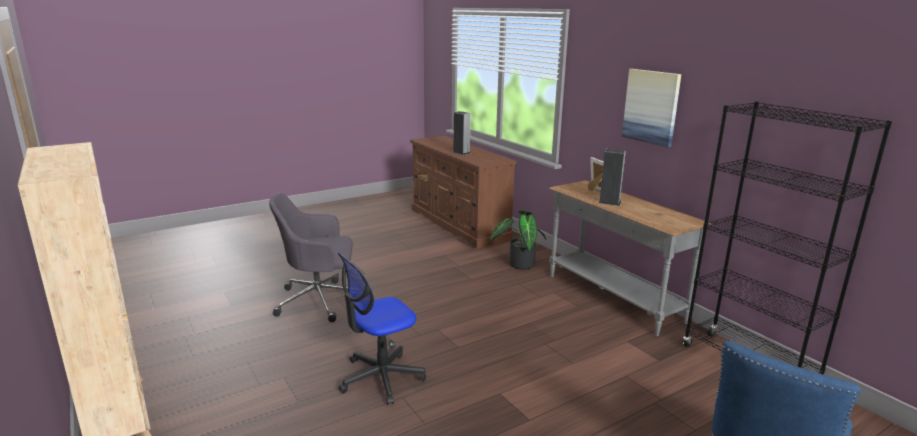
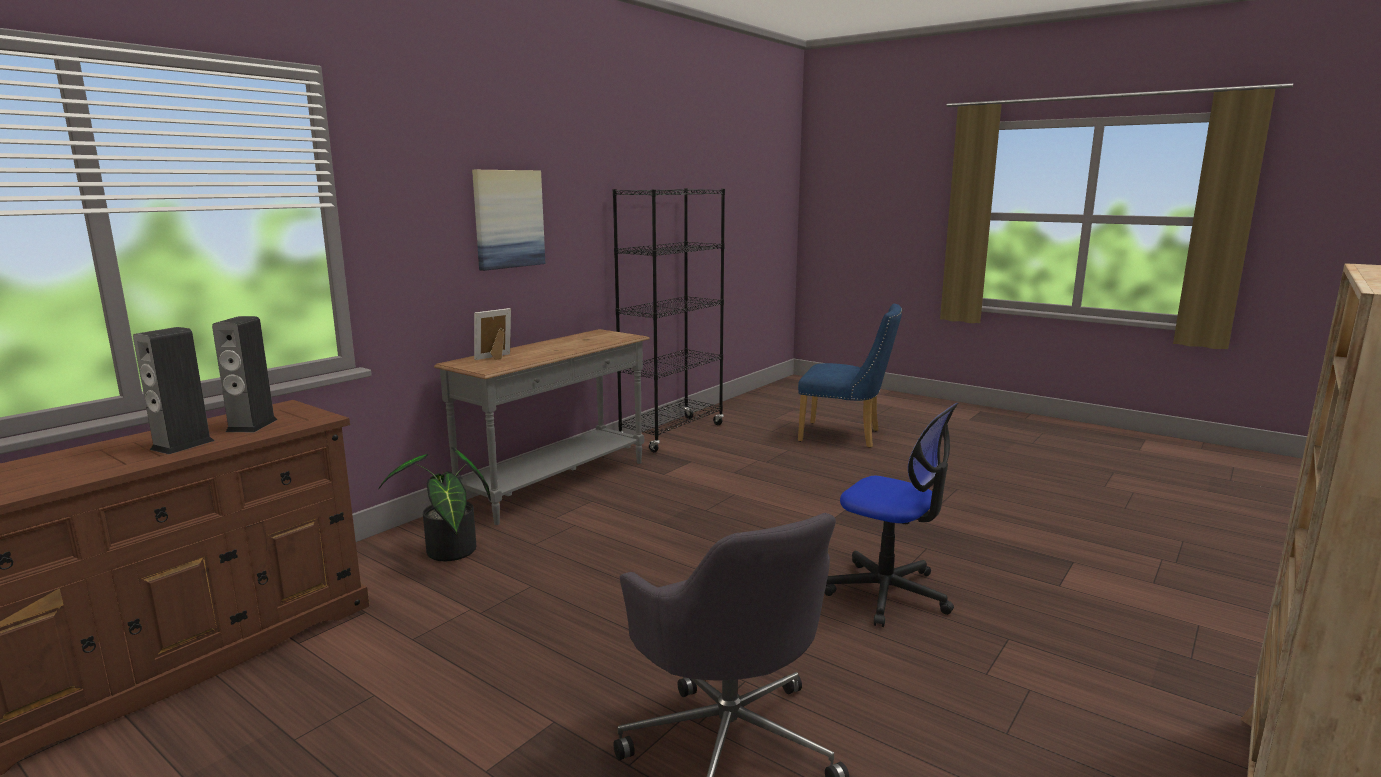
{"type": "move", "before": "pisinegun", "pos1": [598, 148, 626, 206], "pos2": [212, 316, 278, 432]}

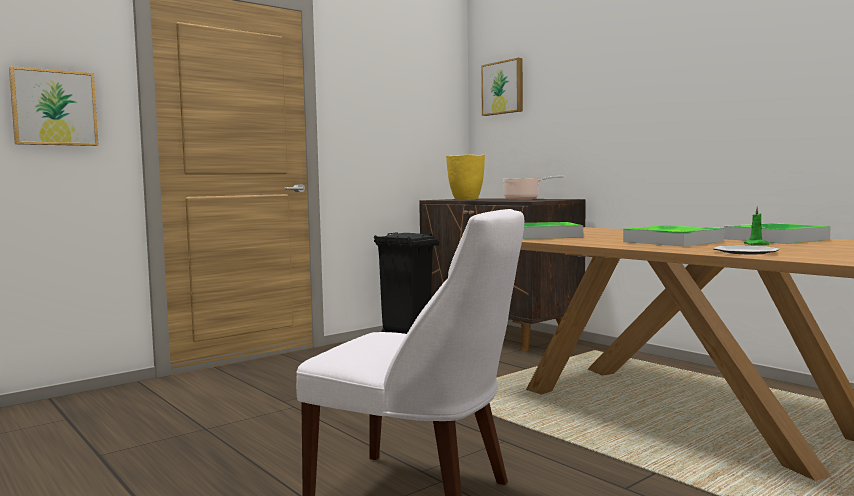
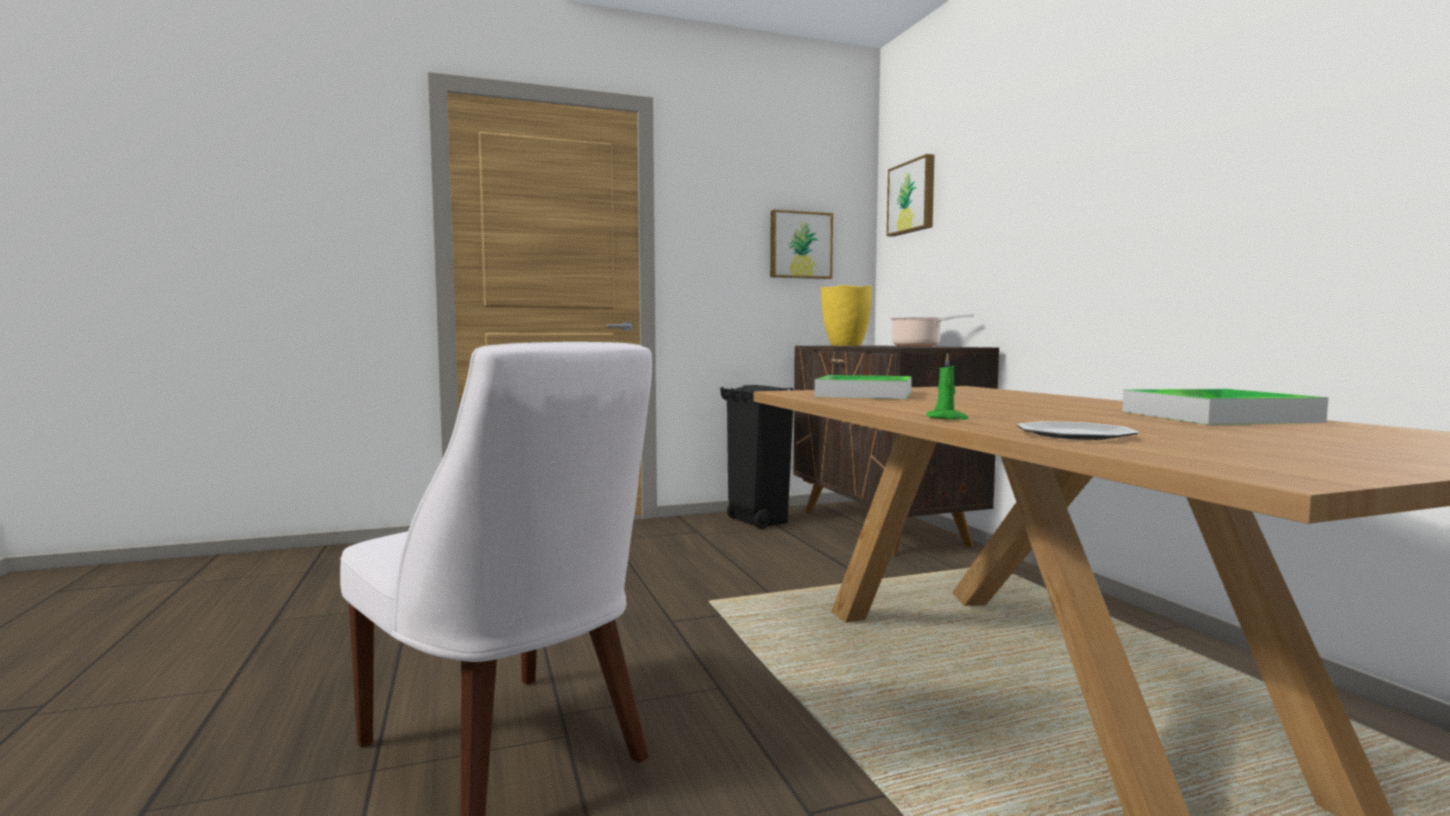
{"type": "move", "before": "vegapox", "pos1": [9, 66, 98, 146], "pos2": [770, 210, 833, 279]}
{"type": "move", "before": "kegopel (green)", "pos1": [744, 206, 769, 245], "pos2": [927, 354, 969, 420]}
{"type": "delete", "before": "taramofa", "pos1": [623, 225, 724, 246]}

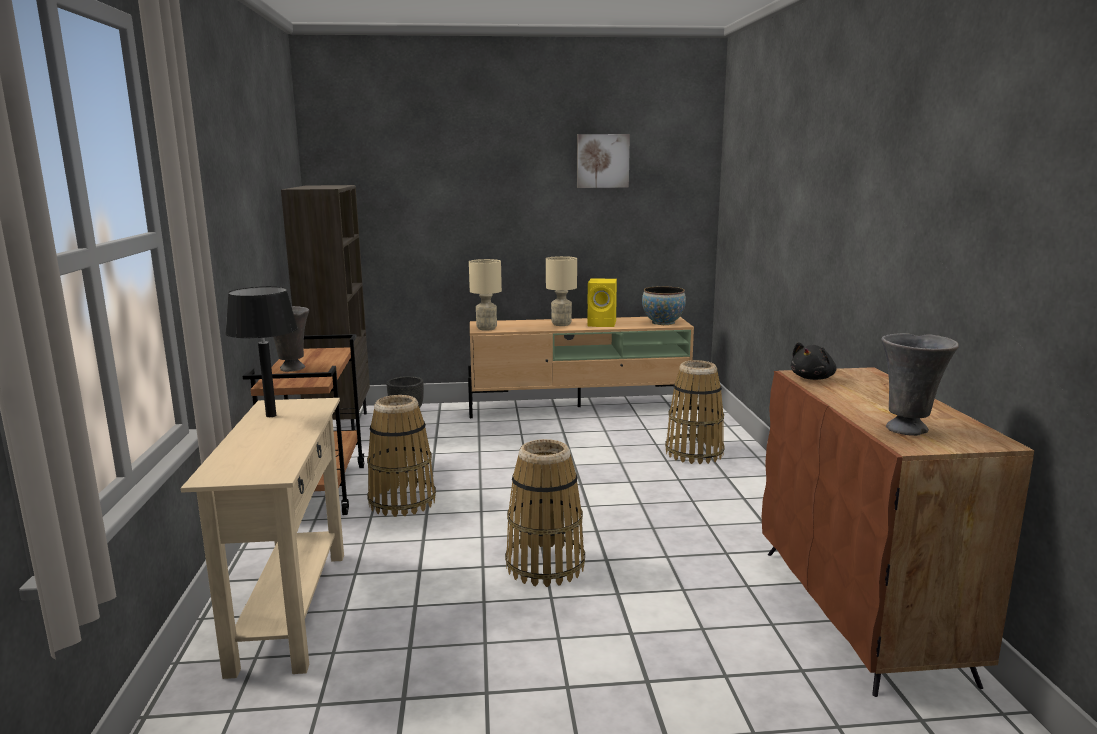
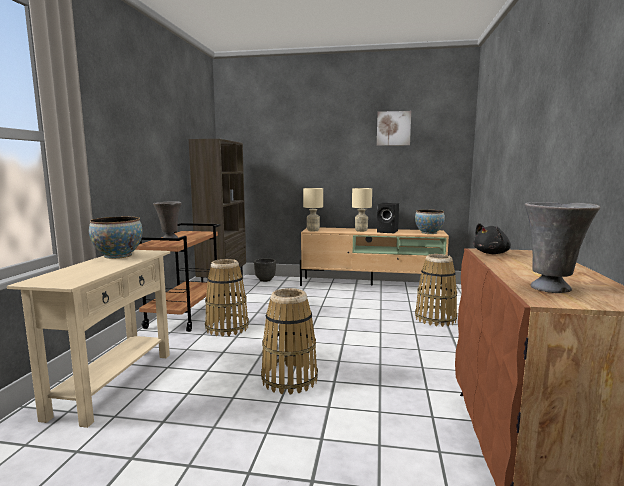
{"type": "replace", "before": "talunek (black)", "after": "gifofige", "pos1": [225, 286, 298, 417], "pos2": [89, 217, 142, 259]}
{"type": "recolor", "before": "pisinegun (yellow)", "after": "pisinegun (black)", "pos1": [587, 278, 617, 327], "pos2": [377, 203, 399, 233]}

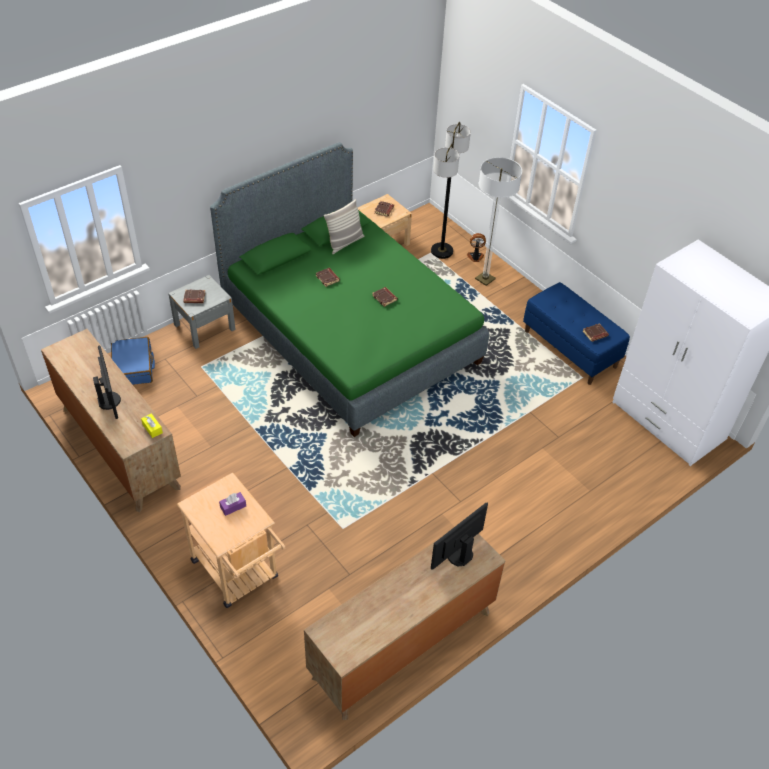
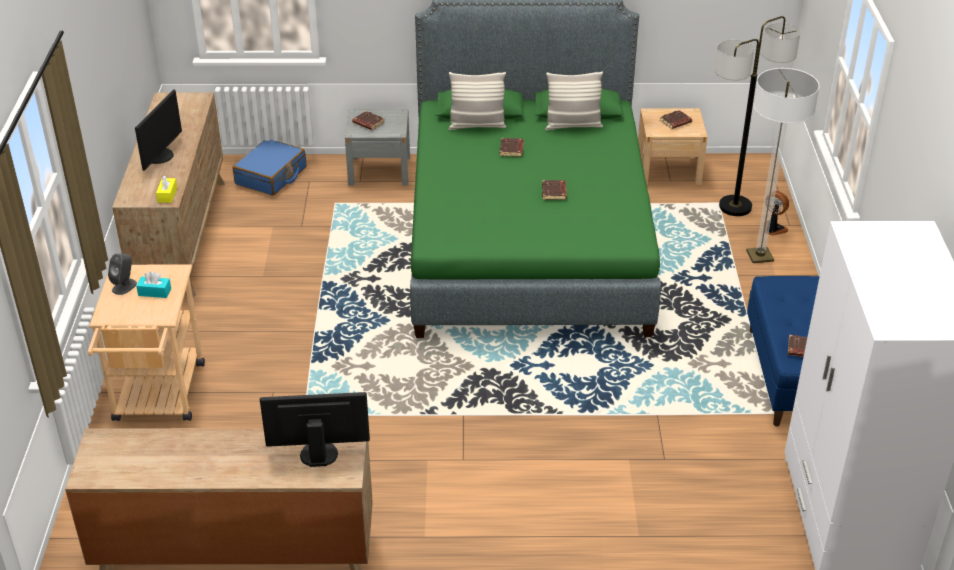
{"type": "insert", "after": "pisinegun (grey)", "pos2": [108, 254, 137, 295]}
{"type": "recolor", "before": "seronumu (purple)", "after": "seronumu (turquoise)", "pos1": [219, 492, 246, 516], "pos2": [136, 271, 171, 298]}
{"type": "insert", "after": "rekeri", "pos2": [448, 72, 507, 130]}

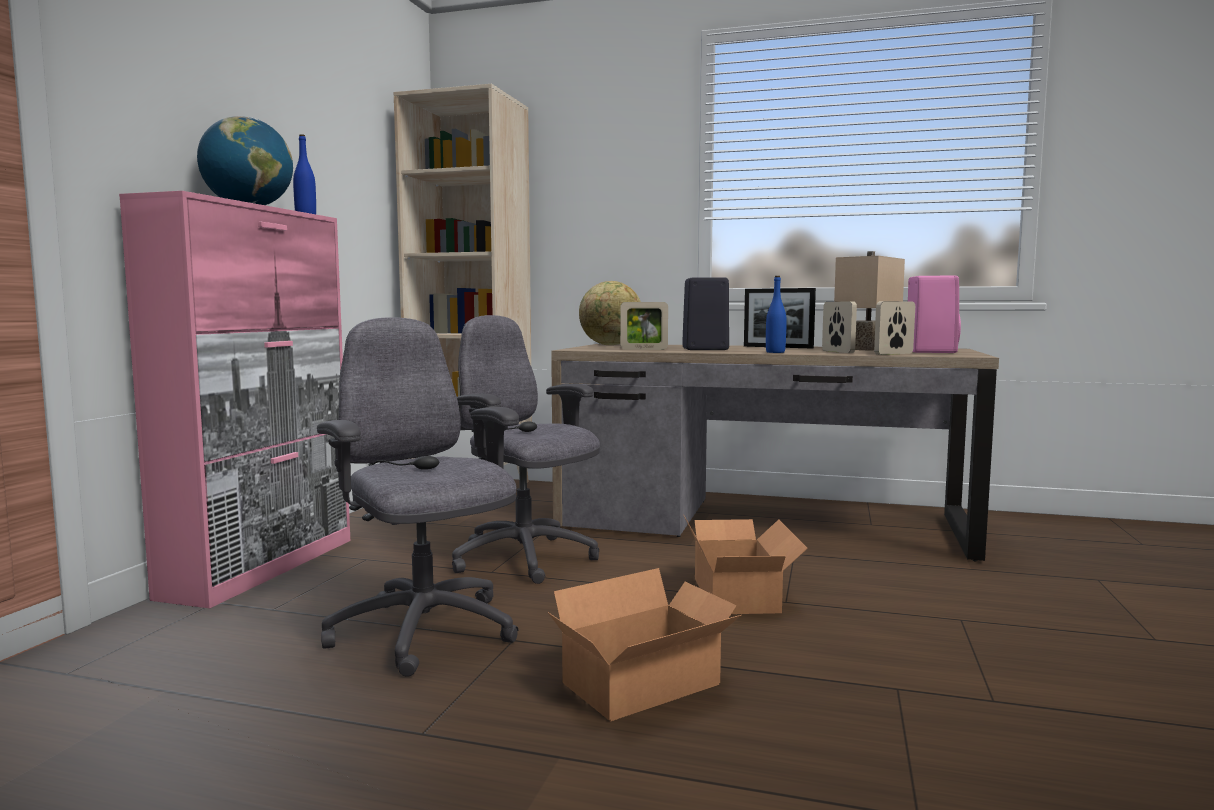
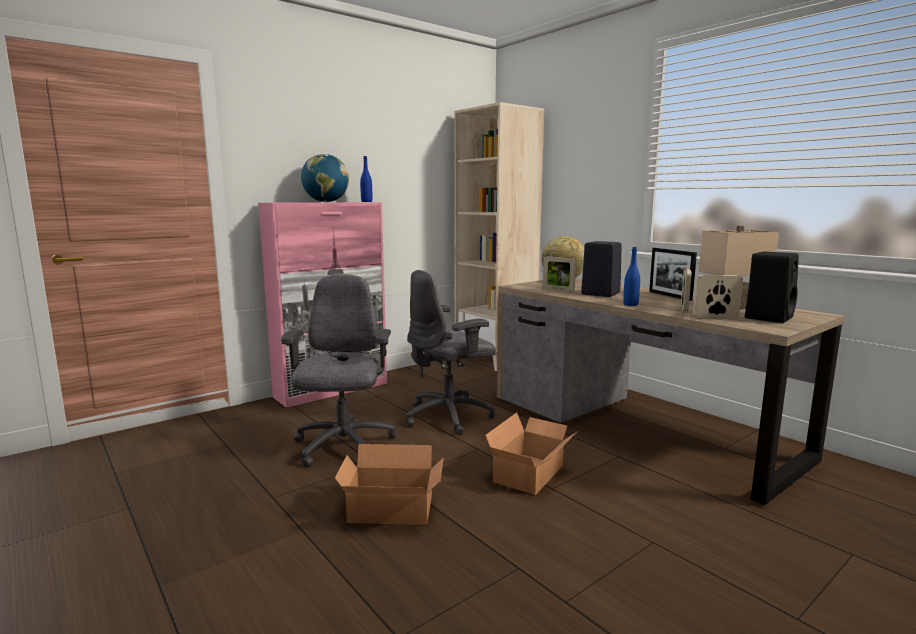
{"type": "rotate", "before": "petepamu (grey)", "pos1": [452, 315, 600, 584], "pos2": [406, 270, 496, 435], "turn": -105}
{"type": "recolor", "before": "pisinegun (pink)", "after": "pisinegun (black)", "pos1": [908, 276, 961, 353], "pos2": [745, 251, 799, 323]}

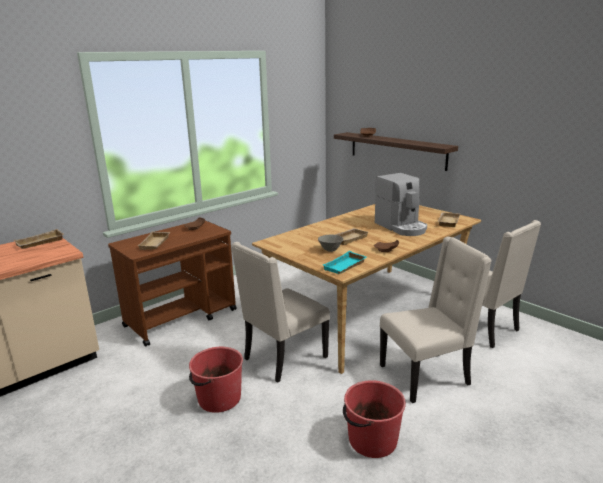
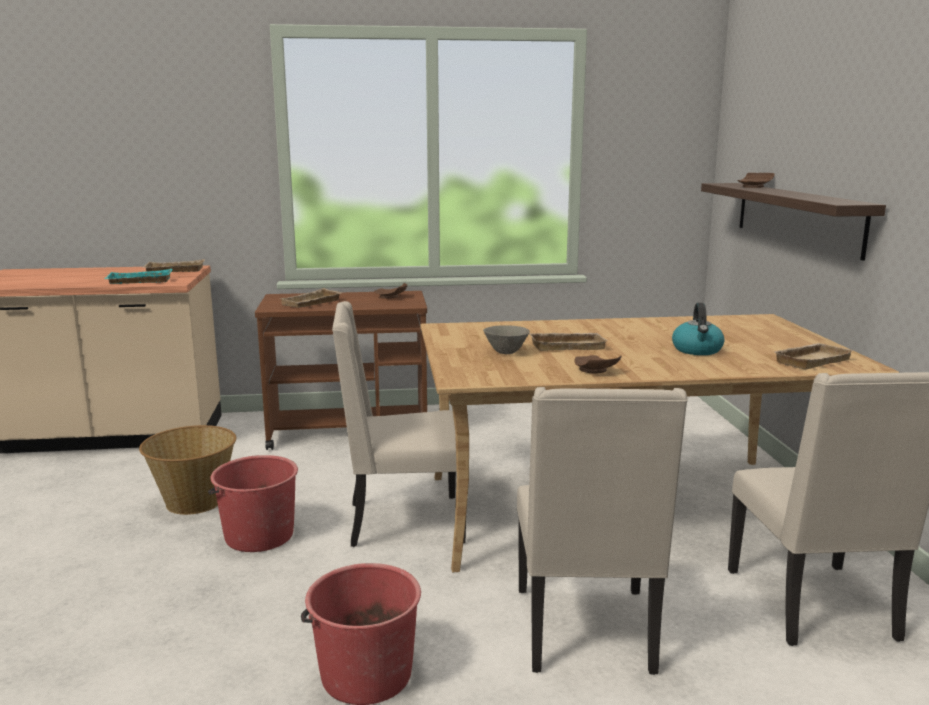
{"type": "move", "before": "taramofa (turquoise)", "pos1": [322, 251, 367, 274], "pos2": [104, 269, 173, 284]}
{"type": "insert", "after": "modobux", "pos2": [139, 425, 236, 515]}
{"type": "rotate", "before": "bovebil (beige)", "pos1": [380, 237, 492, 403], "pos2": [517, 387, 688, 675], "turn": 75}
{"type": "replace", "before": "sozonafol", "after": "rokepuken", "pos1": [375, 173, 427, 236], "pos2": [672, 303, 724, 355]}

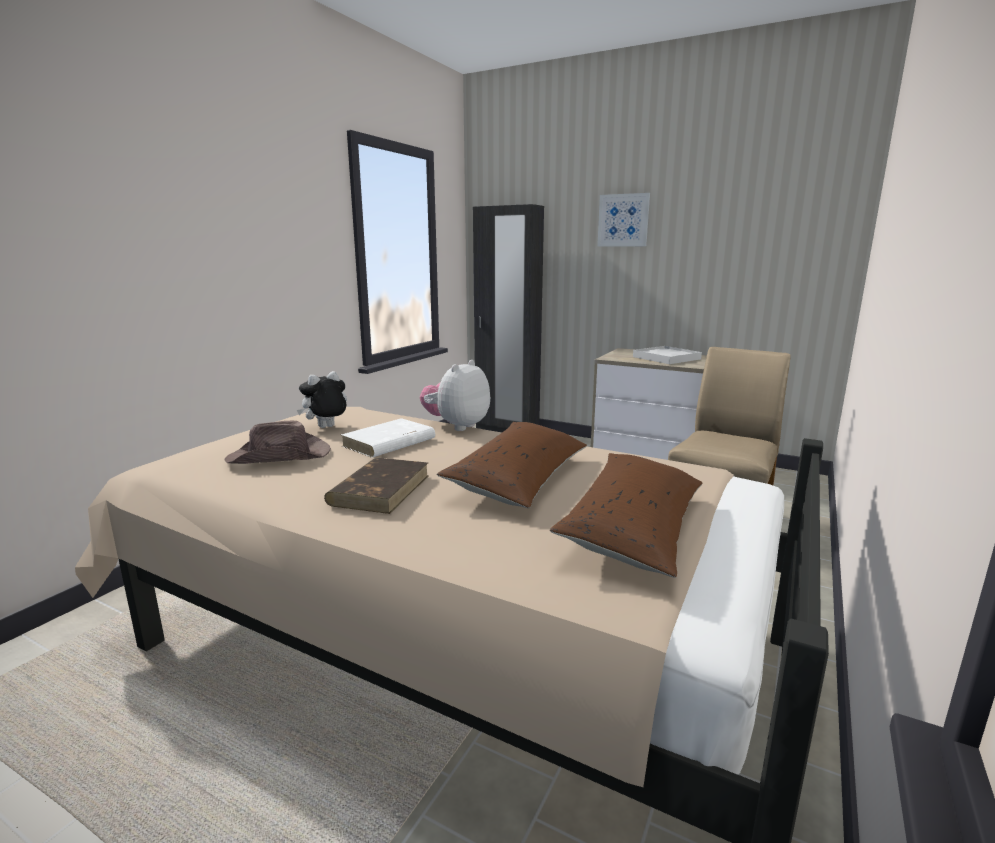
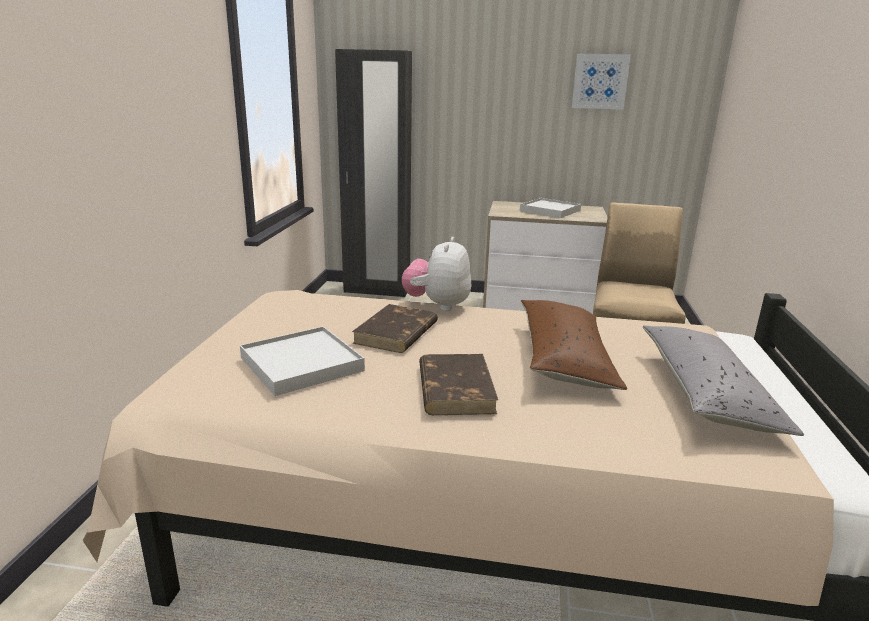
{"type": "replace", "before": "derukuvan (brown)", "after": "taramofa (white)", "pos1": [225, 421, 331, 464], "pos2": [240, 326, 365, 396]}
{"type": "recolor", "before": "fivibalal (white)", "after": "fivibalal (brown)", "pos1": [341, 418, 435, 458], "pos2": [352, 304, 438, 353]}
{"type": "move", "before": "vegapox", "pos1": [597, 193, 650, 247], "pos2": [572, 53, 631, 110]}
{"type": "recolor", "before": "rekeri (brown)", "after": "rekeri (grey)", "pos1": [550, 453, 703, 578], "pos2": [643, 325, 804, 436]}
{"type": "delete", "before": "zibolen", "pos1": [297, 371, 347, 428]}

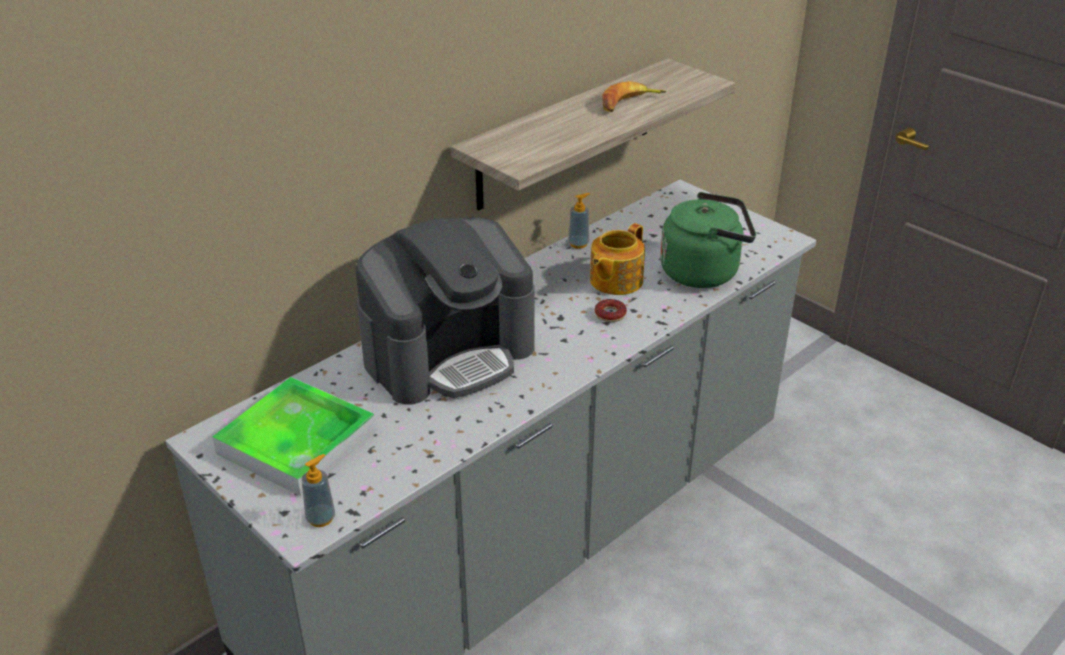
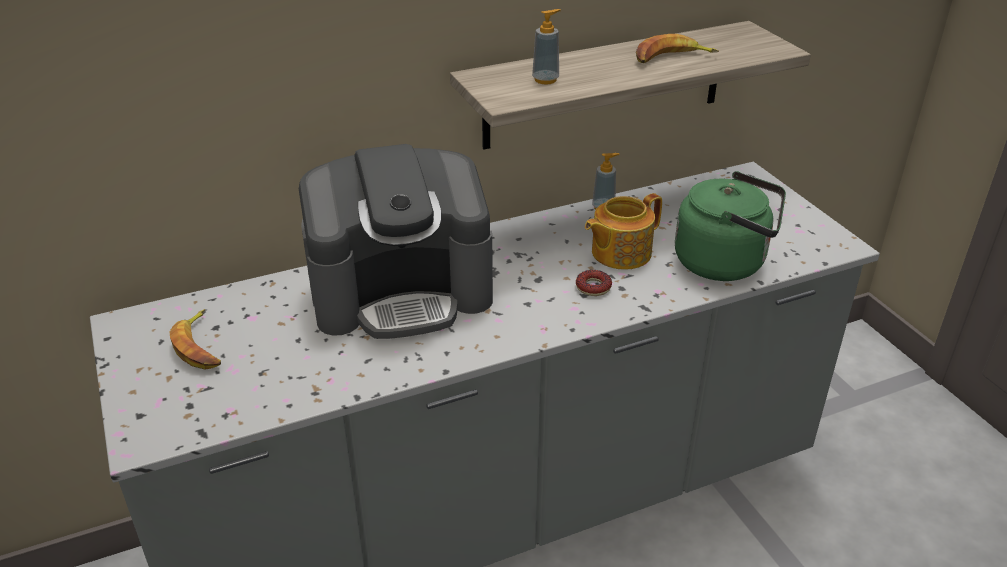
{"type": "replace", "before": "taramofa", "after": "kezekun", "pos1": [212, 377, 376, 496], "pos2": [170, 309, 221, 370]}
{"type": "move", "before": "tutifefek", "pos1": [302, 454, 335, 527], "pos2": [532, 9, 561, 85]}

